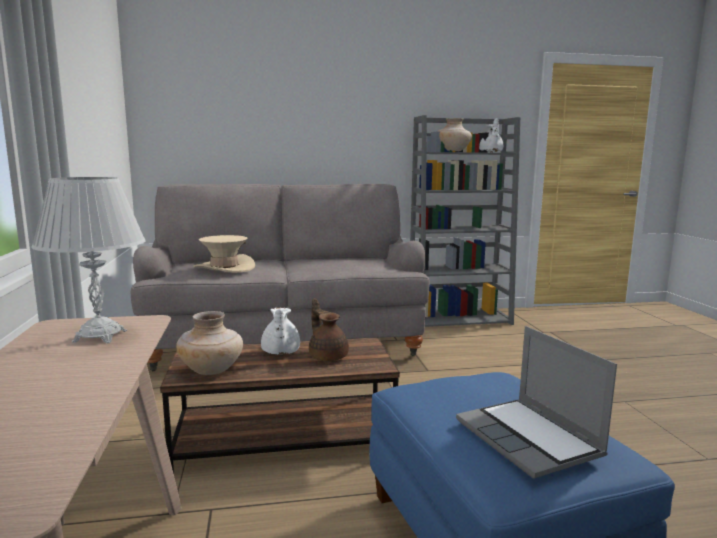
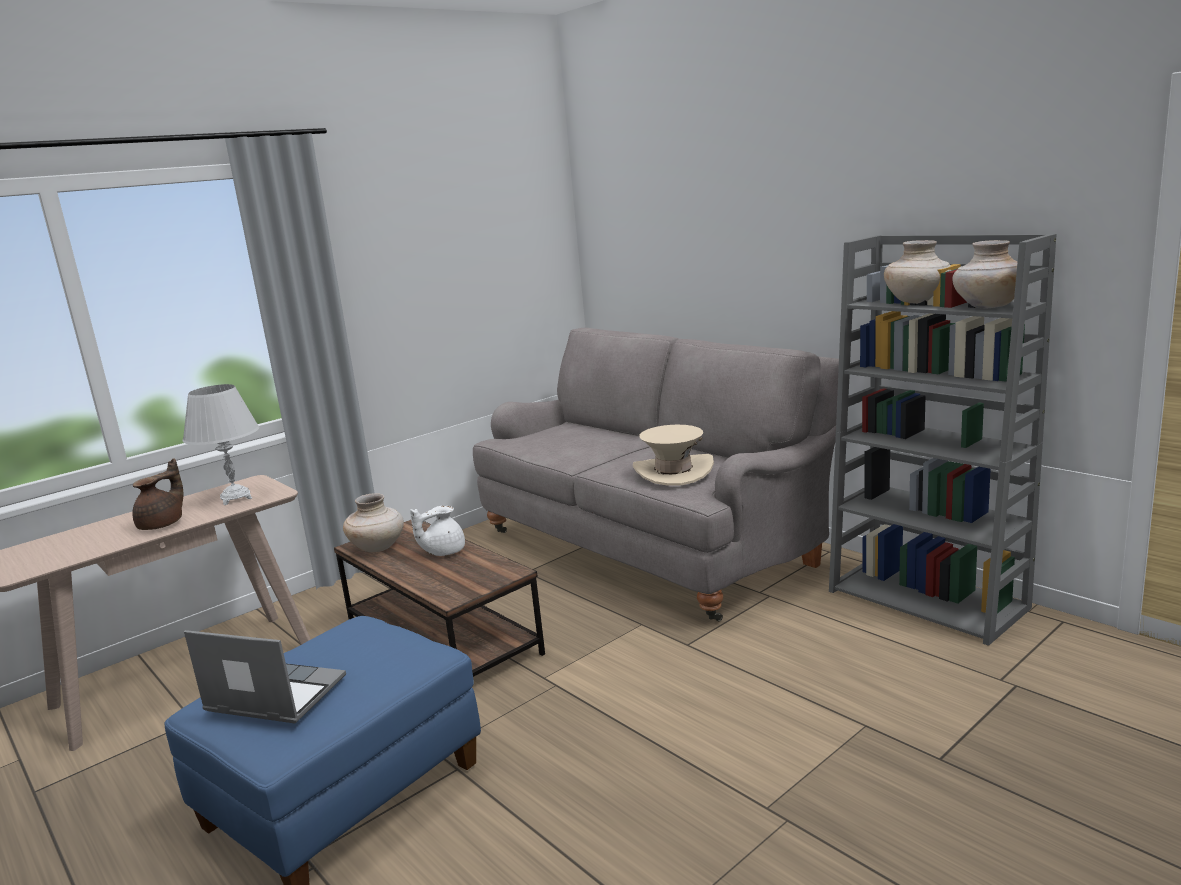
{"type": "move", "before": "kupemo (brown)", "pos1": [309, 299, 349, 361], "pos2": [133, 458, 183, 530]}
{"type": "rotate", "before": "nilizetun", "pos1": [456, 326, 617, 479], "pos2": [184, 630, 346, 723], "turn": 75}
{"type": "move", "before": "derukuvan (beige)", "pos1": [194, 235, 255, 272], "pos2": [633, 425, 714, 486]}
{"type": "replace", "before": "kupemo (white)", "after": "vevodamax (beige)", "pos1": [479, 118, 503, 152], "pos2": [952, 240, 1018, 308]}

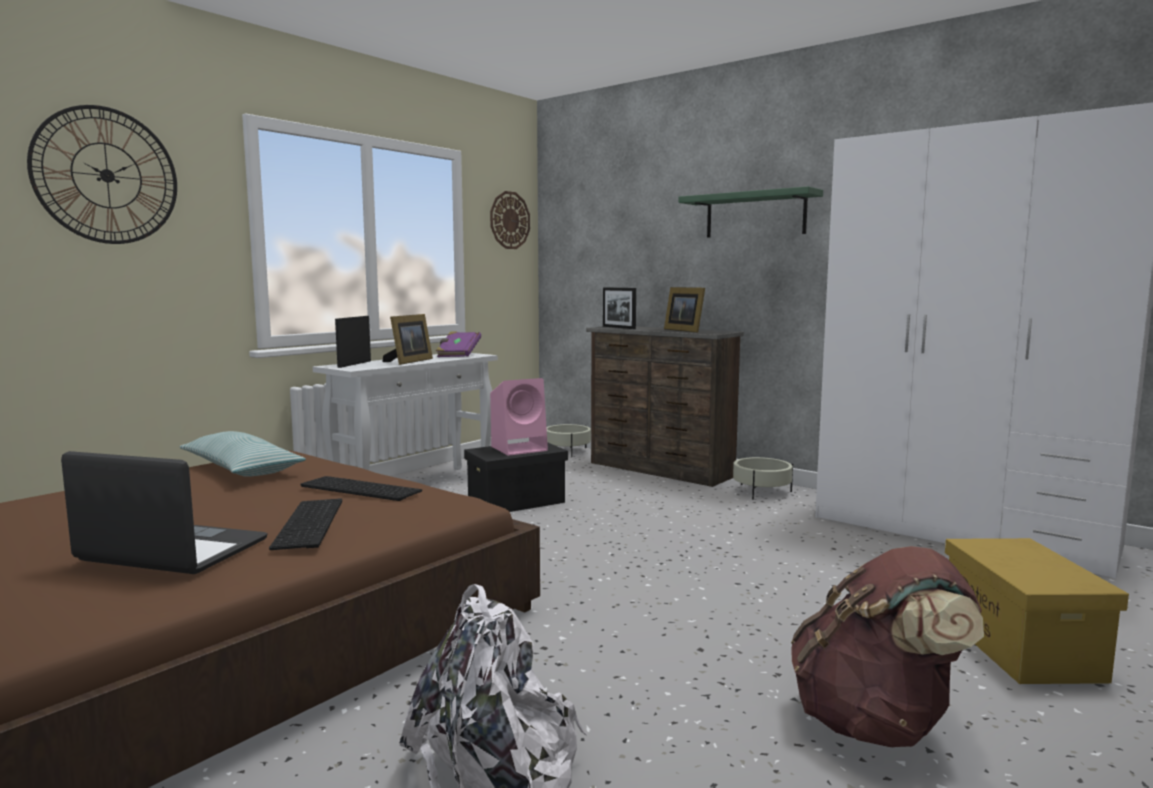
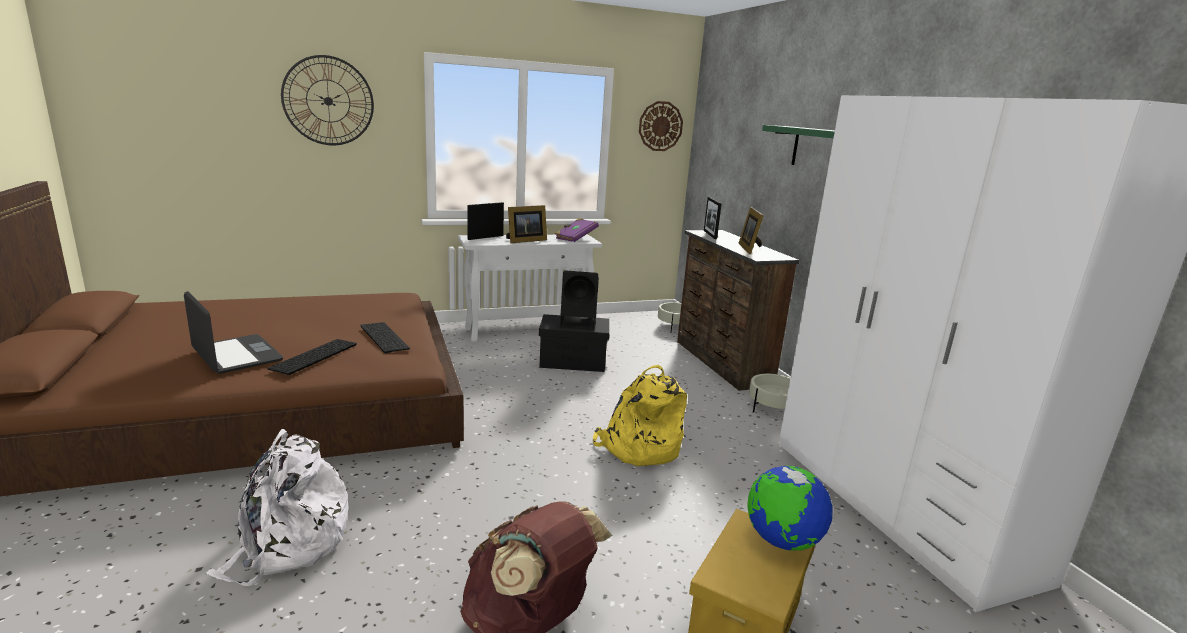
{"type": "recolor", "before": "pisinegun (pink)", "after": "pisinegun (black)", "pos1": [490, 378, 548, 456], "pos2": [560, 270, 599, 330]}
{"type": "insert", "after": "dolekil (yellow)", "pos2": [593, 365, 687, 466]}
{"type": "insert", "after": "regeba", "pos2": [748, 465, 833, 551]}
{"type": "delete", "before": "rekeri", "pos1": [179, 431, 306, 477]}

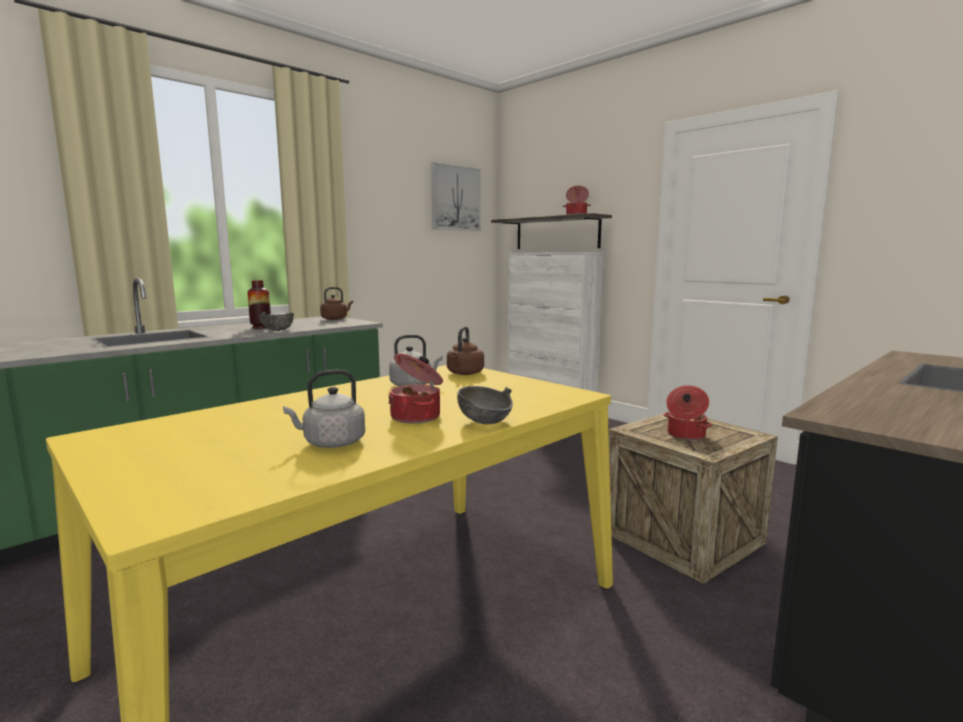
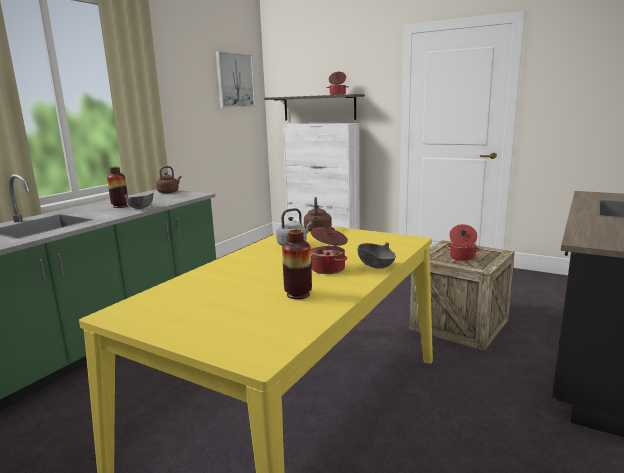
{"type": "replace", "before": "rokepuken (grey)", "after": "vevodamax", "pos1": [283, 370, 365, 448], "pos2": [282, 229, 312, 299]}

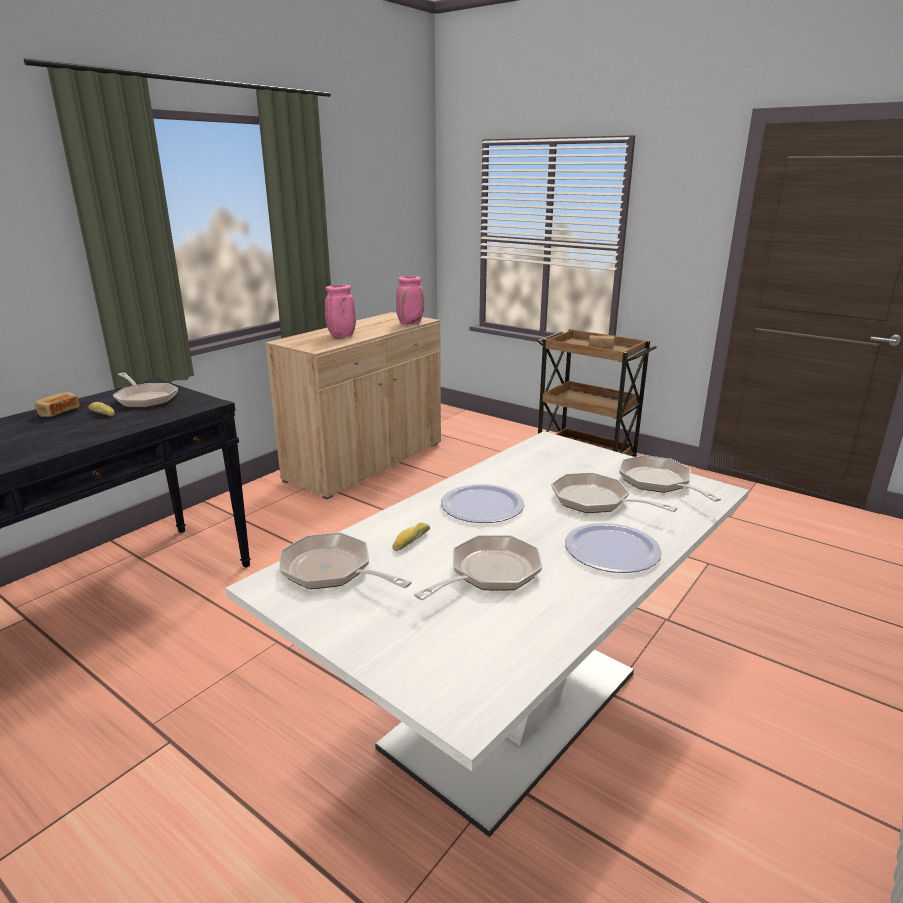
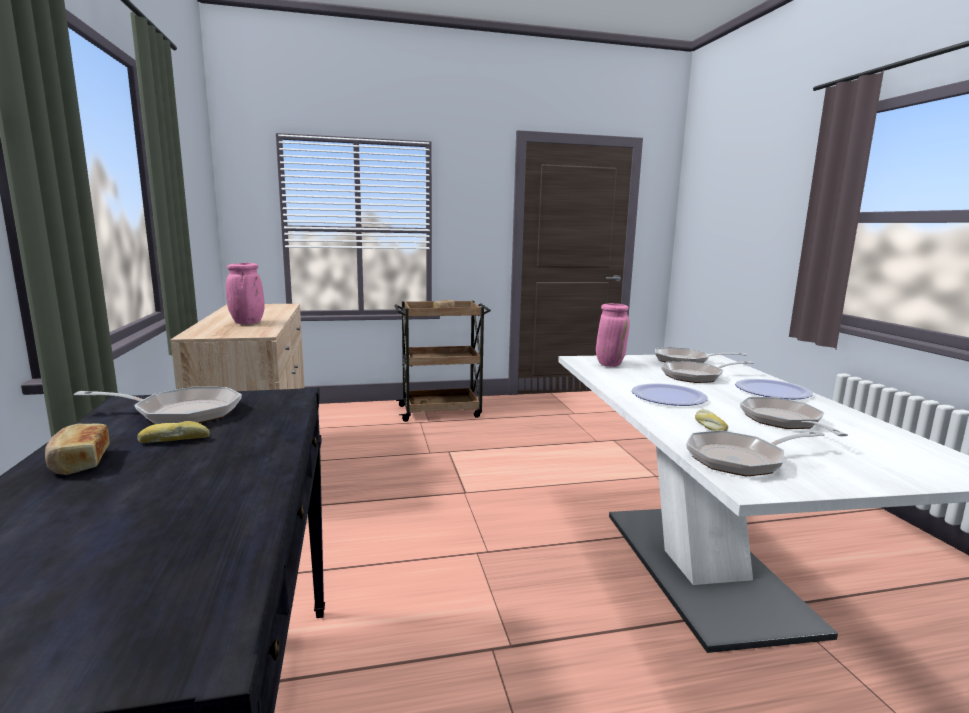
{"type": "move", "before": "vevodamax (pink)", "pos1": [396, 276, 424, 325], "pos2": [596, 303, 630, 367]}

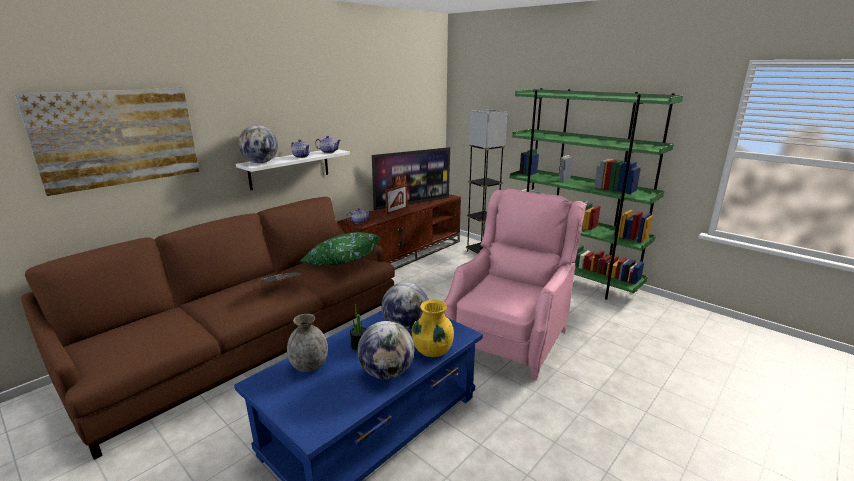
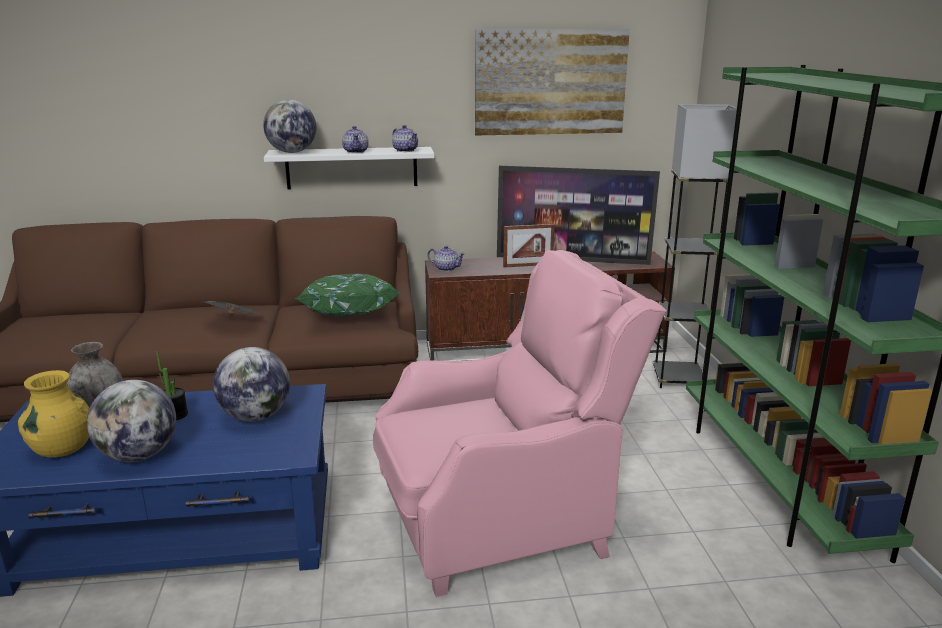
{"type": "move", "before": "vevodamax (yellow)", "pos1": [412, 300, 454, 357], "pos2": [18, 370, 90, 457]}
{"type": "move", "before": "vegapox", "pos1": [14, 88, 199, 196], "pos2": [475, 29, 630, 135]}

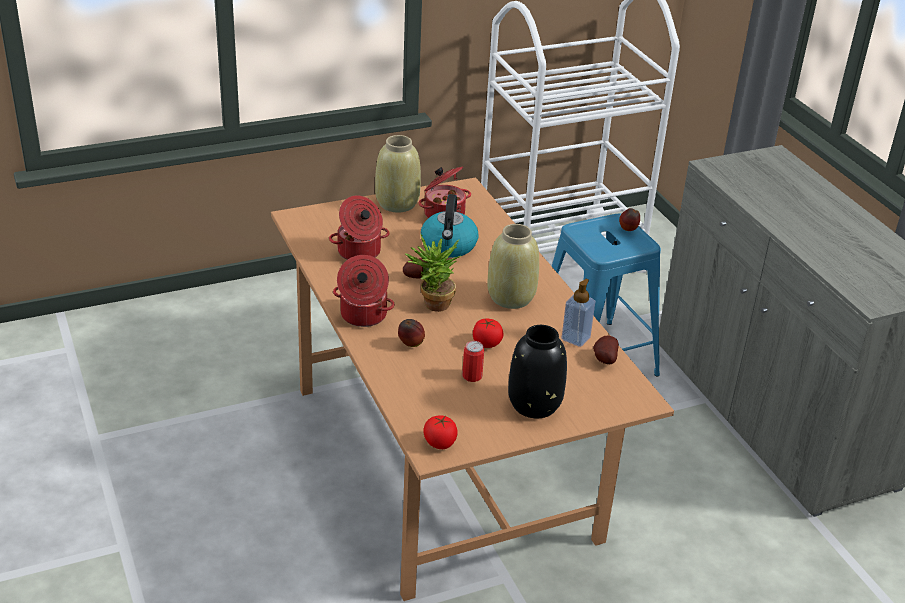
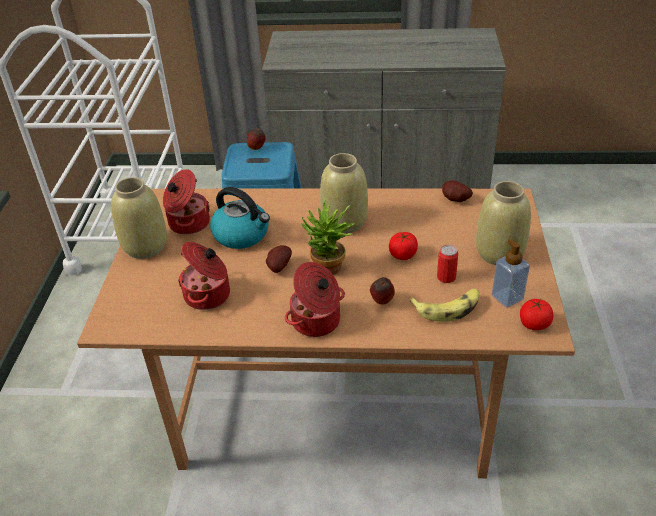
{"type": "insert", "after": "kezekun", "pos2": [410, 288, 479, 322]}
{"type": "recolor", "before": "vevodamax (black)", "after": "vevodamax (beige)", "pos1": [508, 325, 567, 418], "pos2": [476, 181, 531, 265]}
{"type": "move", "before": "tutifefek", "pos1": [561, 279, 596, 347], "pos2": [492, 239, 530, 308]}

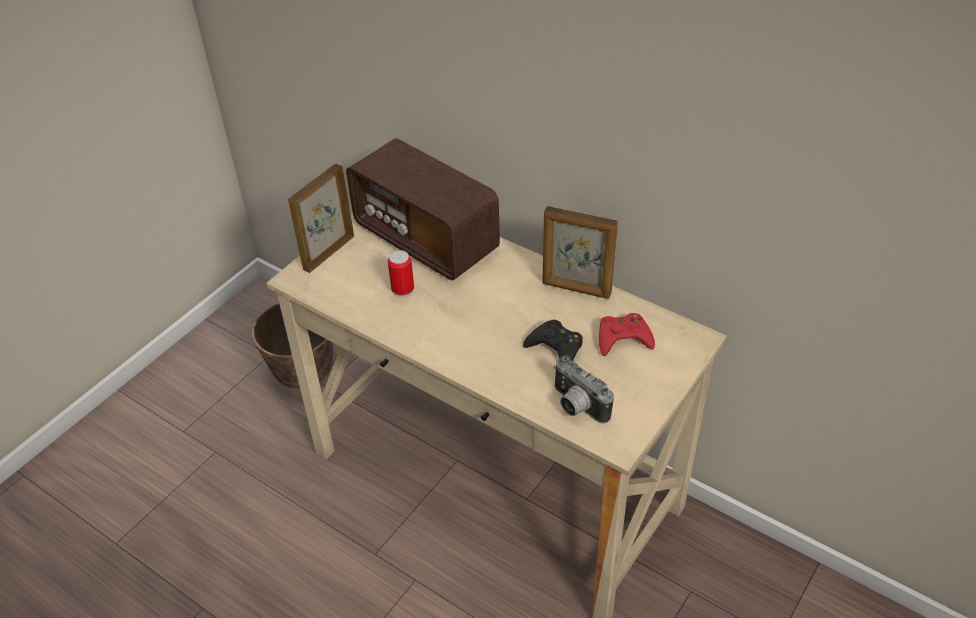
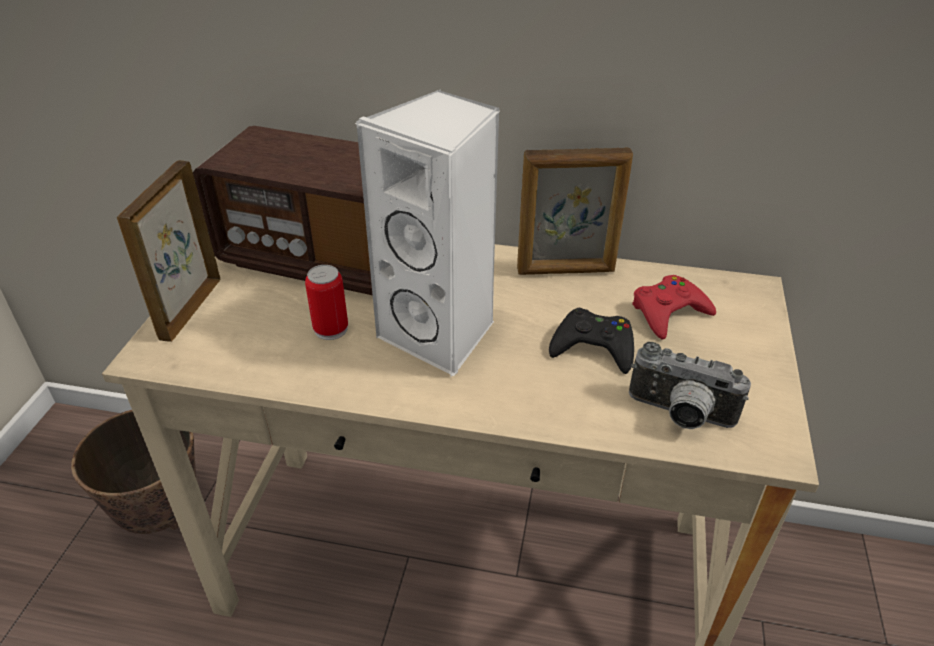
{"type": "insert", "after": "pisinegun (white)", "pos2": [355, 89, 500, 377]}

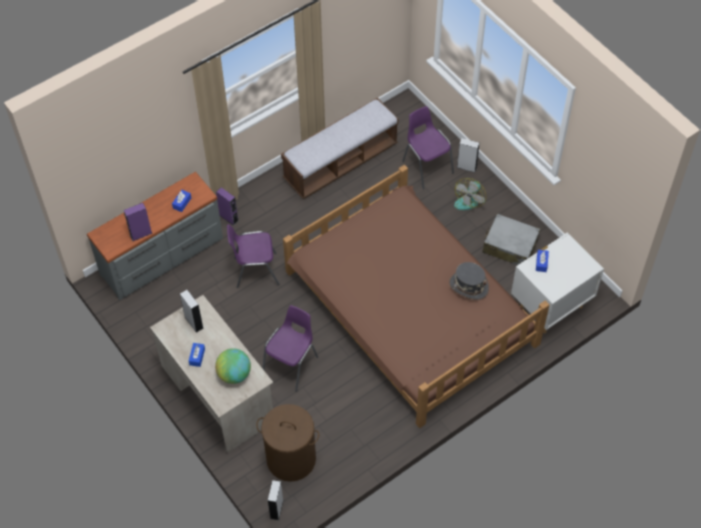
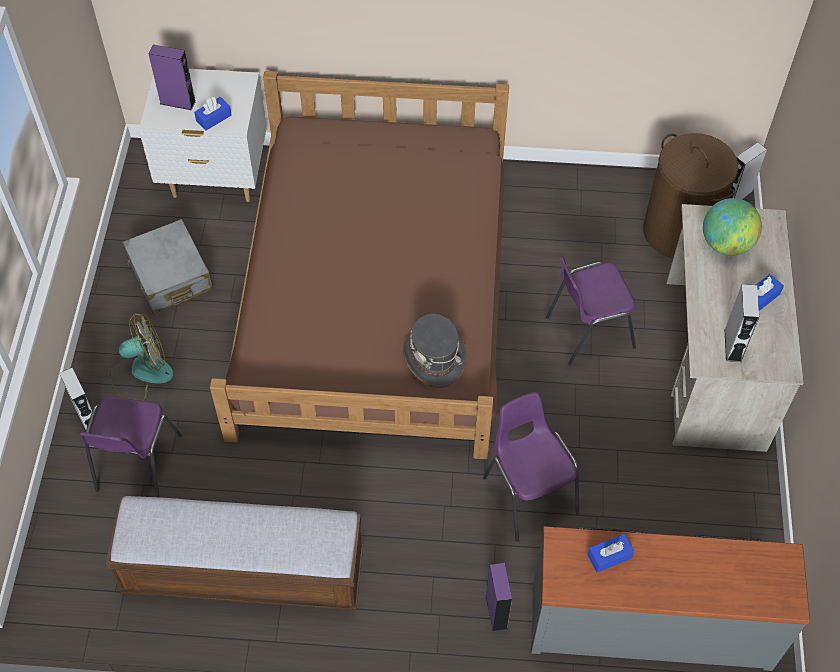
{"type": "move", "before": "pisinegun (purple)", "pos1": [124, 203, 153, 241], "pos2": [148, 44, 196, 110]}
{"type": "move", "before": "derukuvan (grey)", "pos1": [449, 262, 489, 300], "pos2": [403, 314, 466, 388]}
{"type": "rotate", "before": "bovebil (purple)", "pos1": [227, 224, 280, 288], "pos2": [483, 392, 579, 542], "turn": -150}

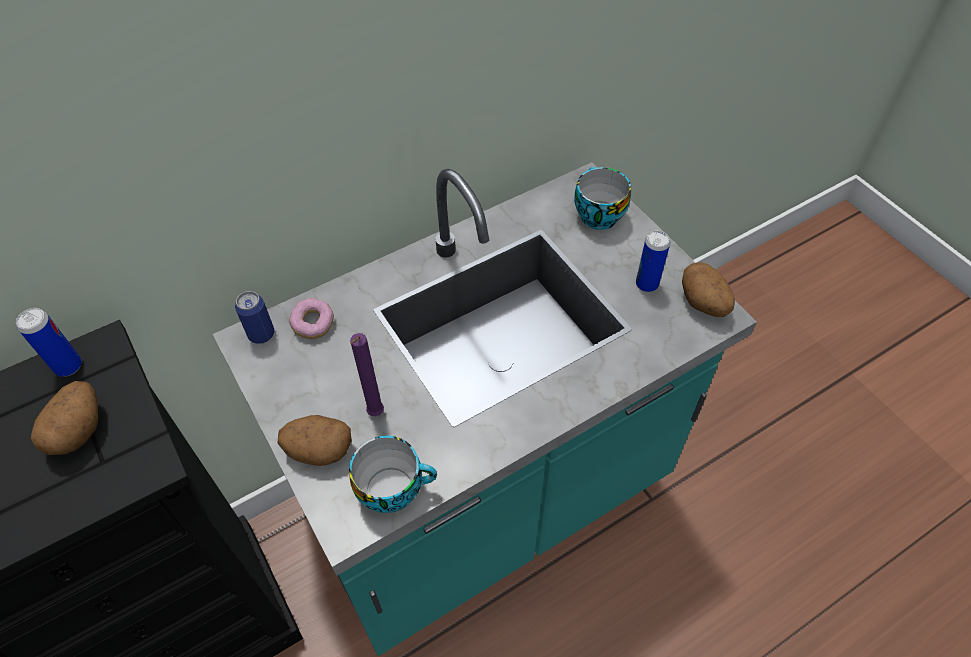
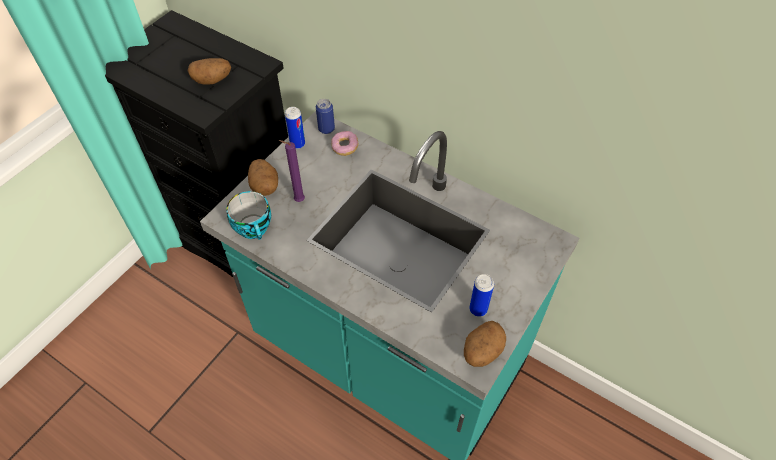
{"type": "move", "before": "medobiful", "pos1": [16, 308, 82, 377], "pos2": [285, 107, 305, 149]}
{"type": "delete", "before": "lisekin", "pos1": [574, 167, 631, 230]}

